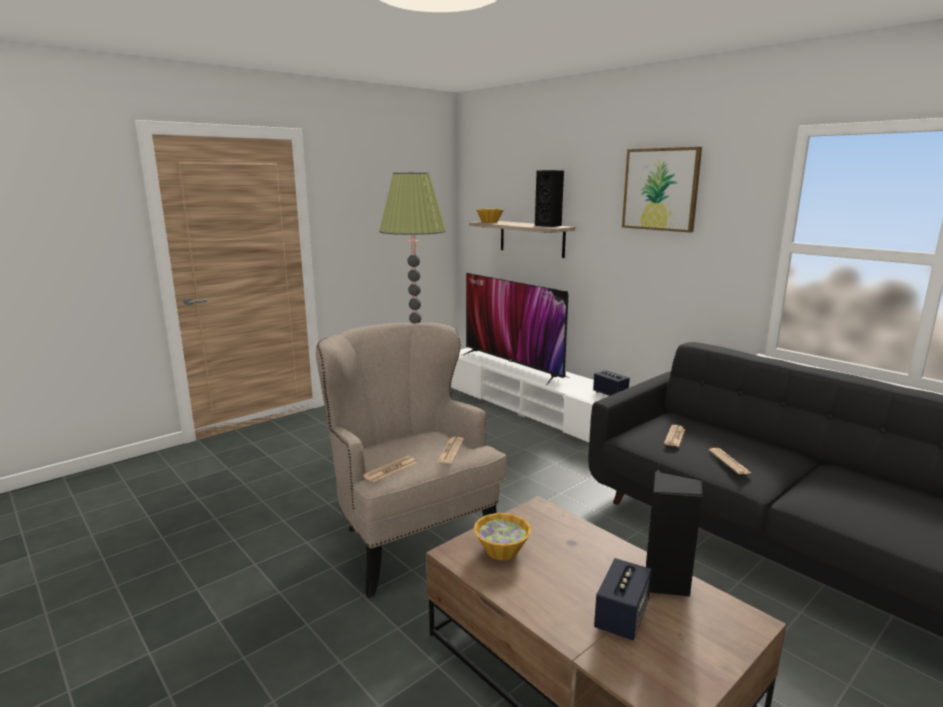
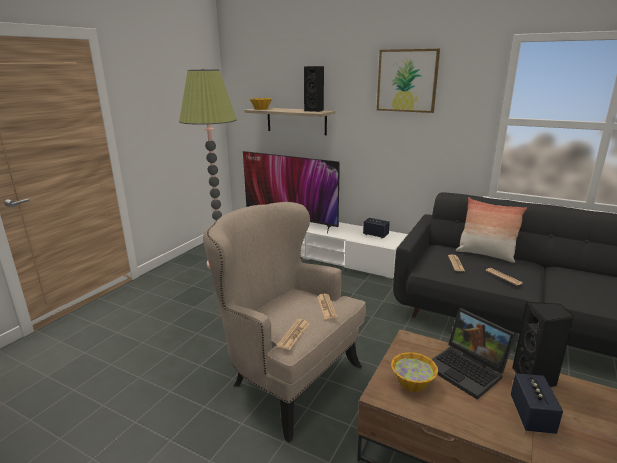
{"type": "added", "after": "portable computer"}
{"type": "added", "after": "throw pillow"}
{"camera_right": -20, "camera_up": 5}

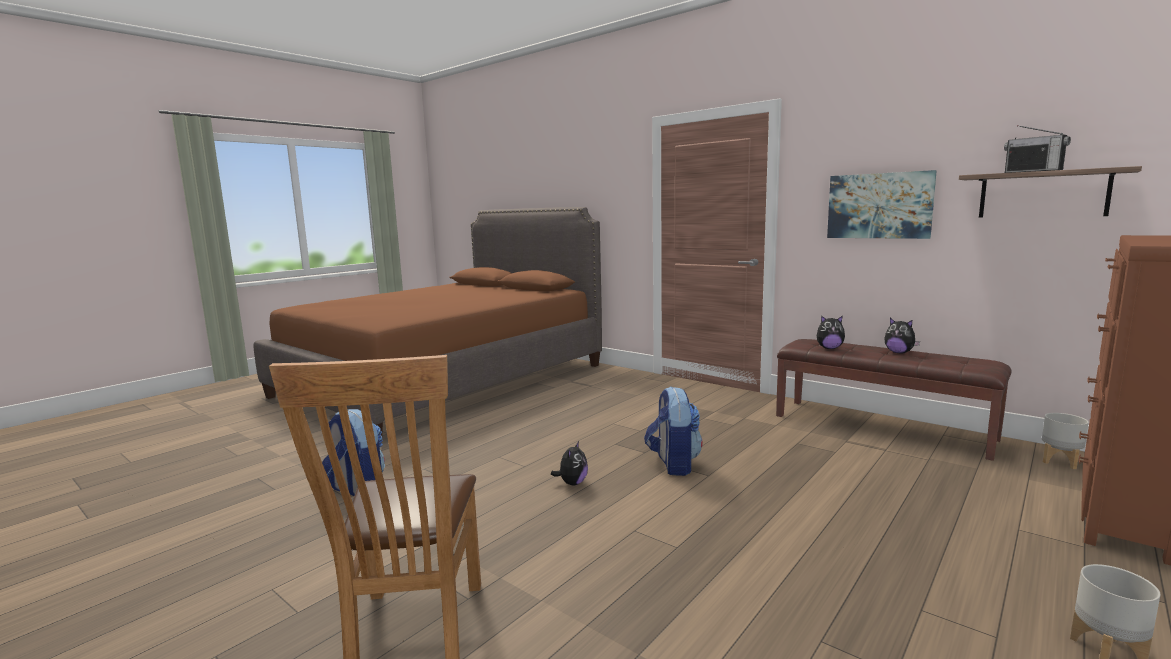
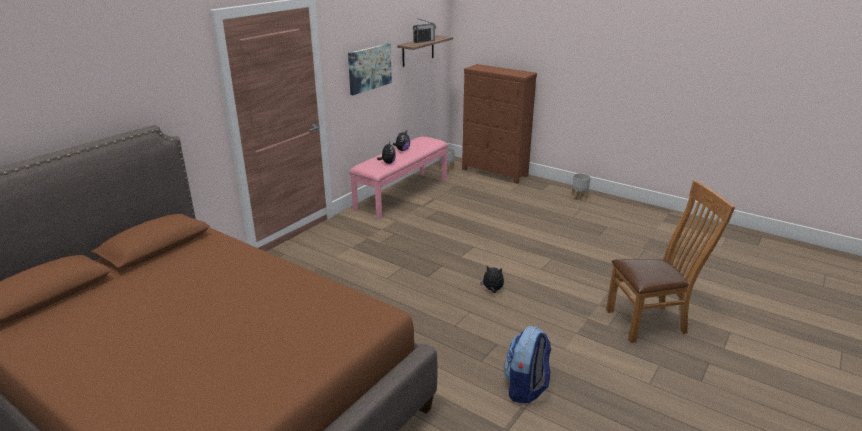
{"type": "recoloured", "before": "brownish indoor bench", "after": "pinkish indoor bench"}
{"type": "removed", "before": "rucksack (2nd from left)"}
{"camera_right": -95, "camera_up": 15}

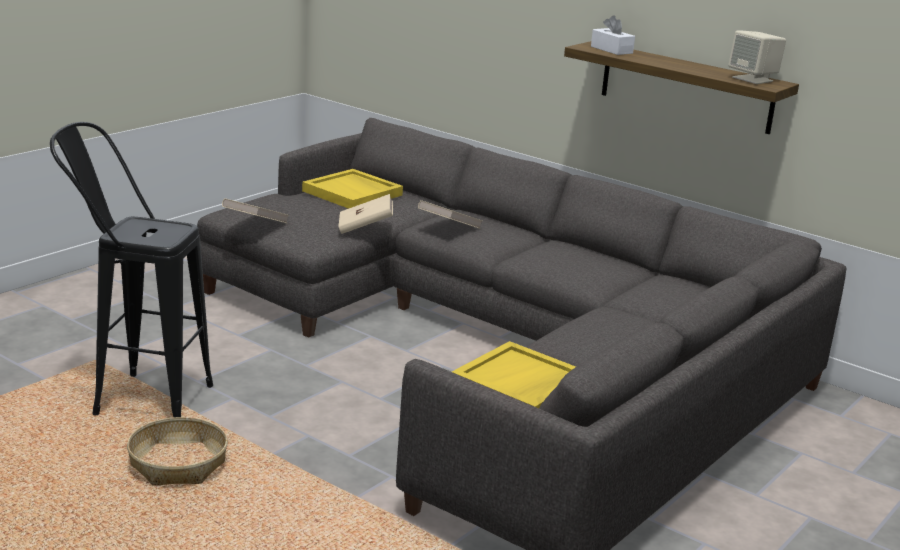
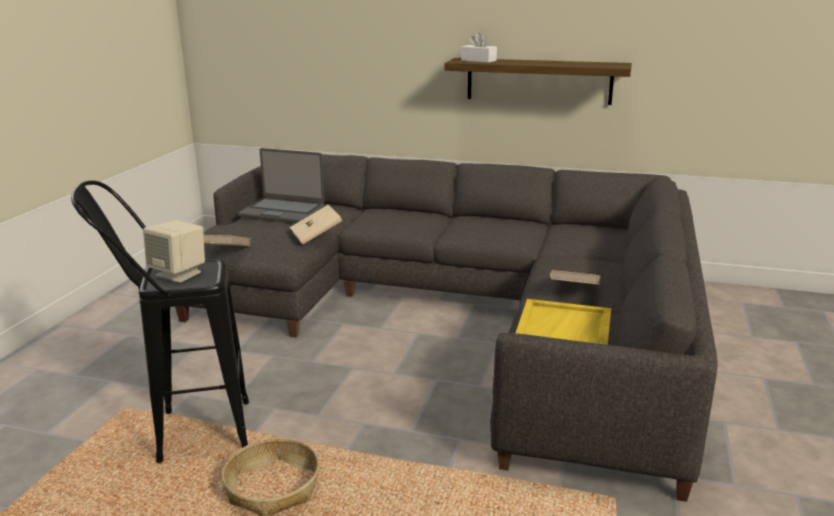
{"type": "moved", "before": "sand-coloured audio speaker"}
{"type": "replaced", "before": "yellowish carrying tray (1st from left)", "after": "portable computer"}
{"type": "moved", "before": "sand-coloured bound book (3rd from left)"}
{"camera_right": -20, "camera_up": 0}

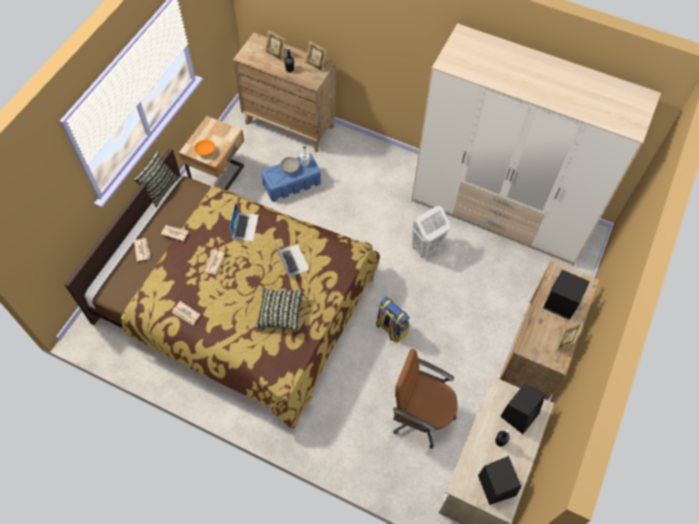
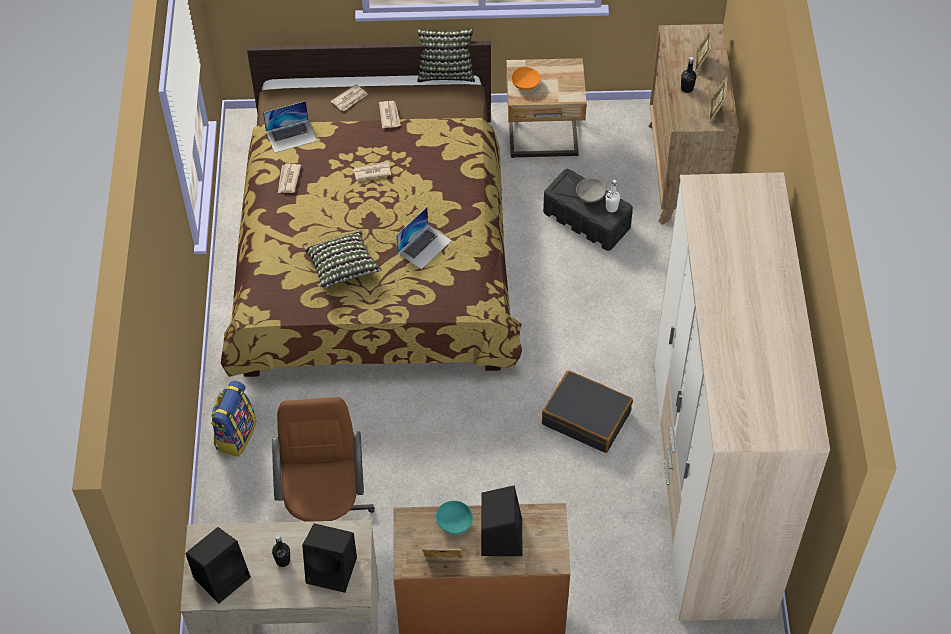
{"type": "moved", "before": "rucksack"}
{"type": "moved", "before": "portable computer (1st from left)"}
{"type": "added", "after": "turquoise-coloured bowl"}
{"type": "replaced", "before": "white-coloured hamper", "after": "blackish suitcase"}
{"type": "recoloured", "before": "blue-coloured storage container", "after": "blackish storage container"}
{"camera_right": 65, "camera_up": -5}

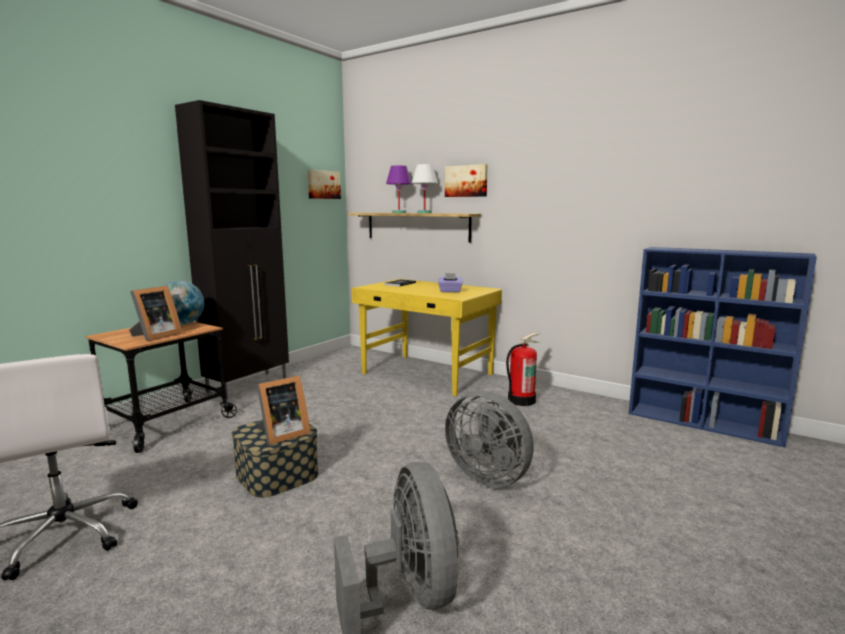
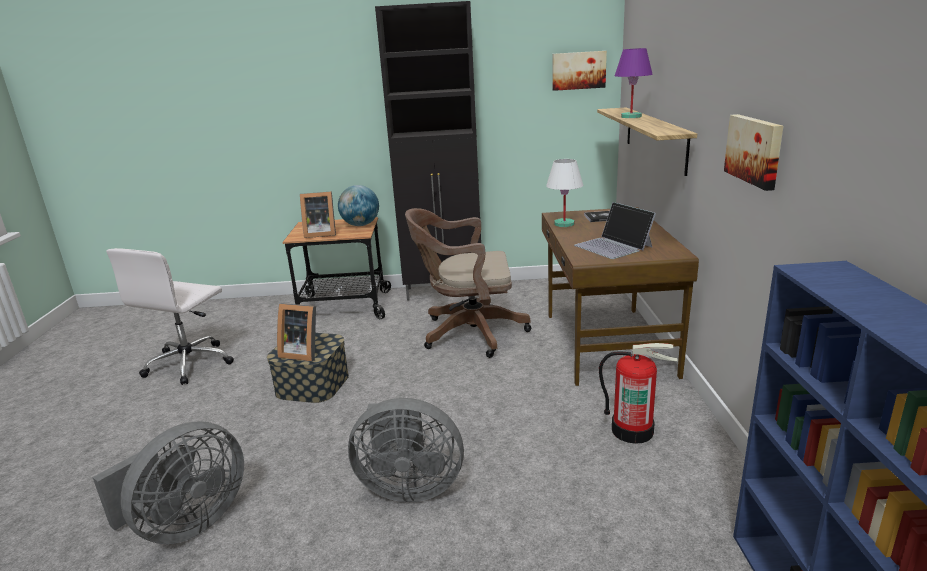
{"type": "turned", "before": "grey cooling fan (2nd from left)", "turn": -90}
{"type": "added", "after": "brownish computer chair"}
{"type": "recoloured", "before": "yellowish desk unit", "after": "brownish desk unit"}
{"type": "moved", "before": "white-coloured table lamp"}
{"type": "replaced", "before": "purple tissue holder", "after": "portable computer"}
{"type": "moved", "before": "wall art (2nd from left)"}
{"camera_right": 55, "camera_up": 10}

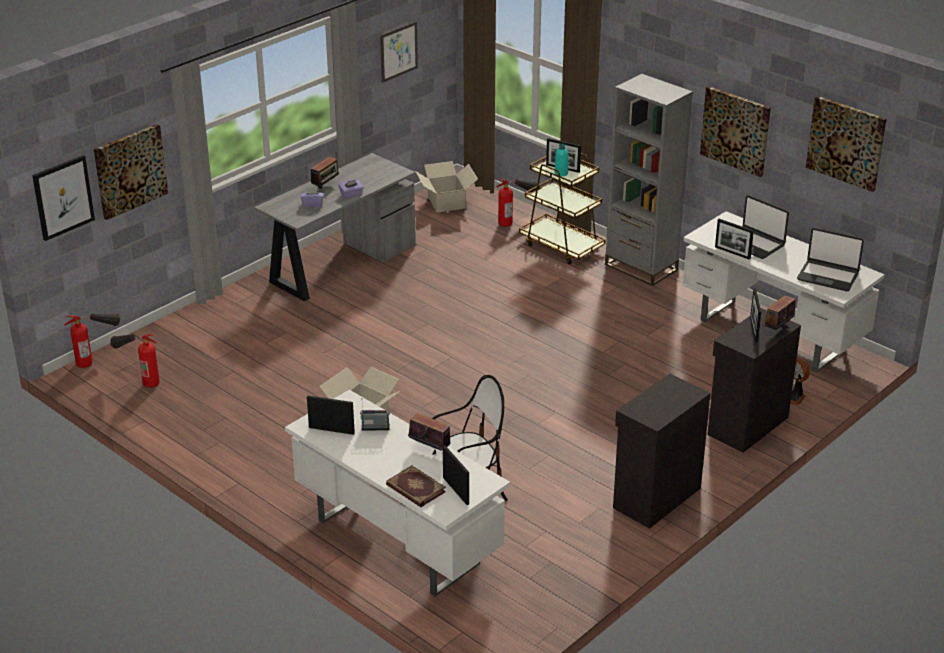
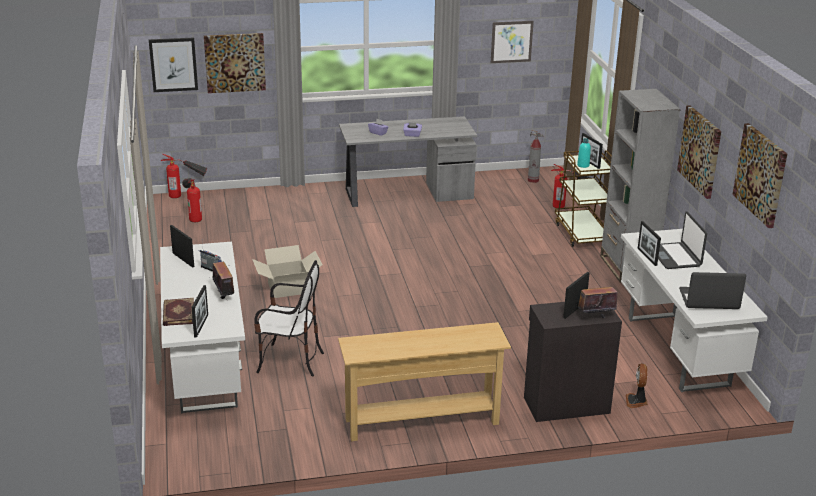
{"type": "replaced", "before": "blackish cupboard (1st from left)", "after": "sand-coloured console table"}
{"type": "replaced", "before": "cardboard box (2nd from left)", "after": "fire extinguisher (3rd from left)"}
{"type": "turned", "before": "portable computer (2nd from left)", "turn": 120}
{"type": "removed", "before": "radio set (1st from left)"}
{"camera_right": 35, "camera_up": -5}

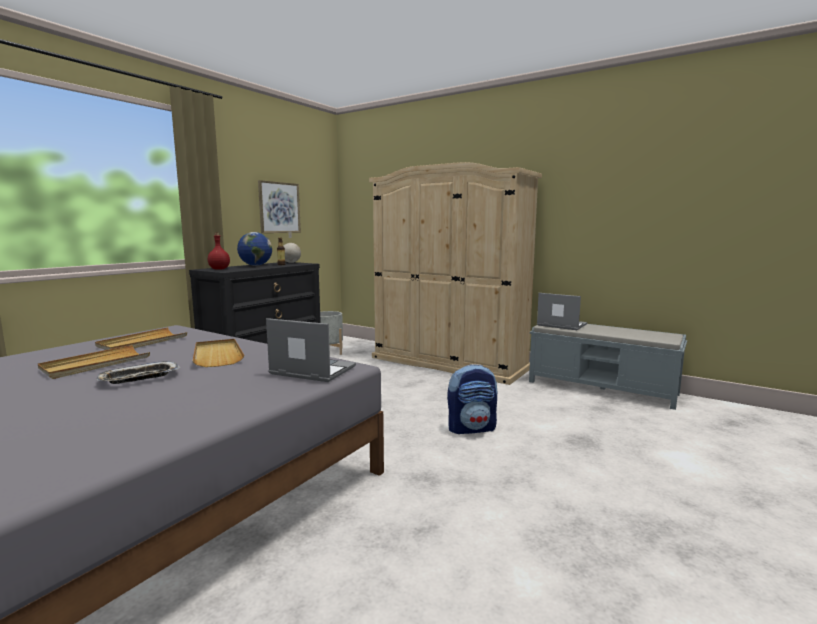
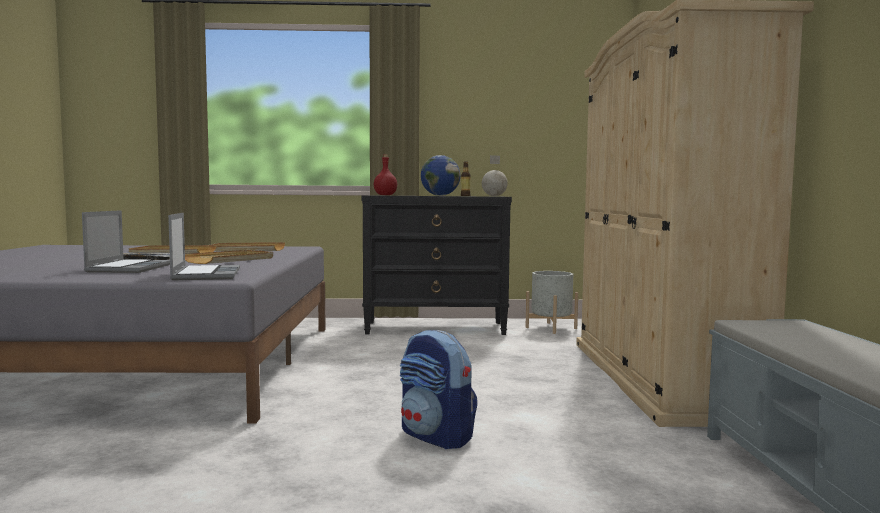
{"type": "moved", "before": "portable computer (2nd from left in the first image)", "after": "portable computer (1st from left)"}
{"type": "removed", "before": "wall art"}
{"camera_right": 55, "camera_up": -5}

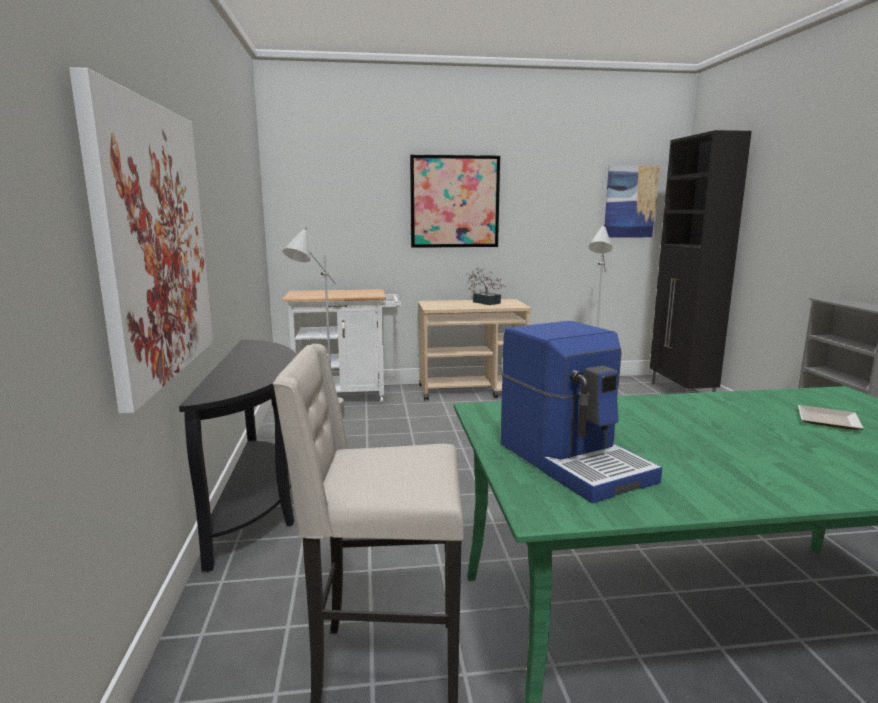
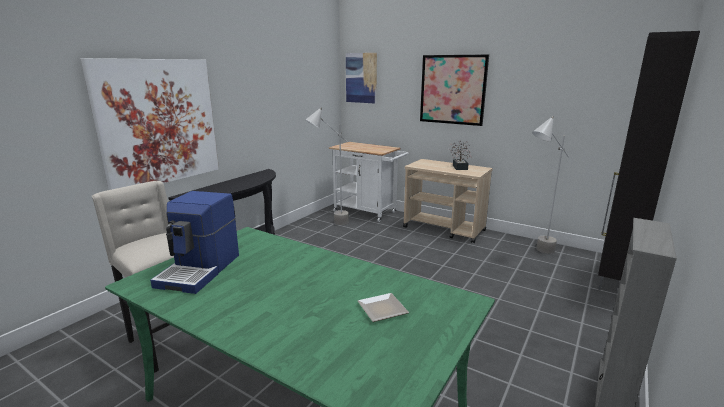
{"type": "moved", "before": "wall art (3rd from left in the first image)", "after": "wall art (2nd from left)"}
{"camera_right": 40, "camera_up": 5}

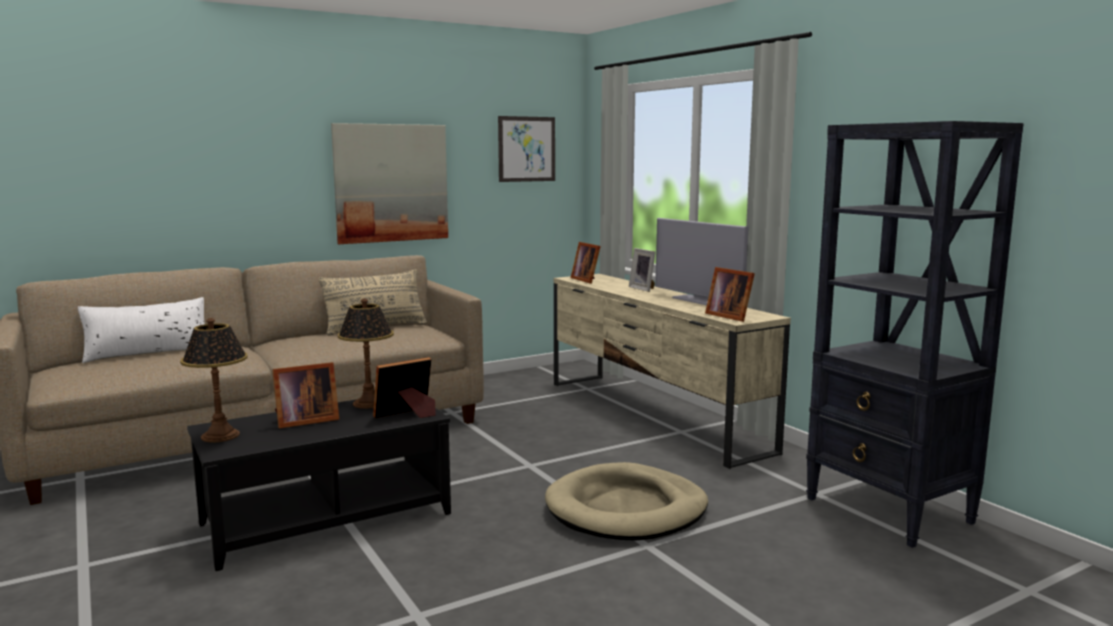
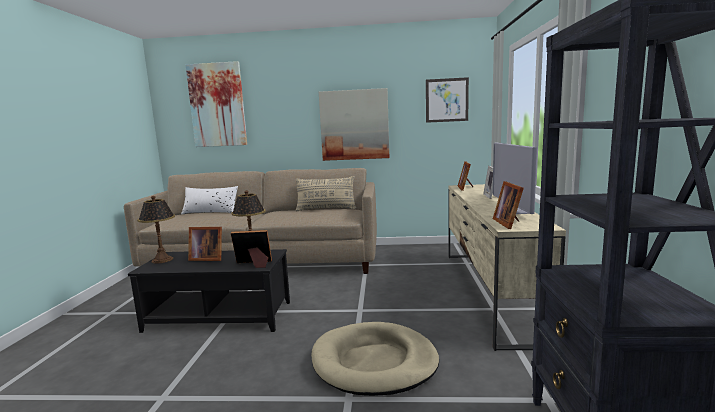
{"type": "added", "after": "wall art (1st from left)"}
{"camera_right": 35, "camera_up": 0}

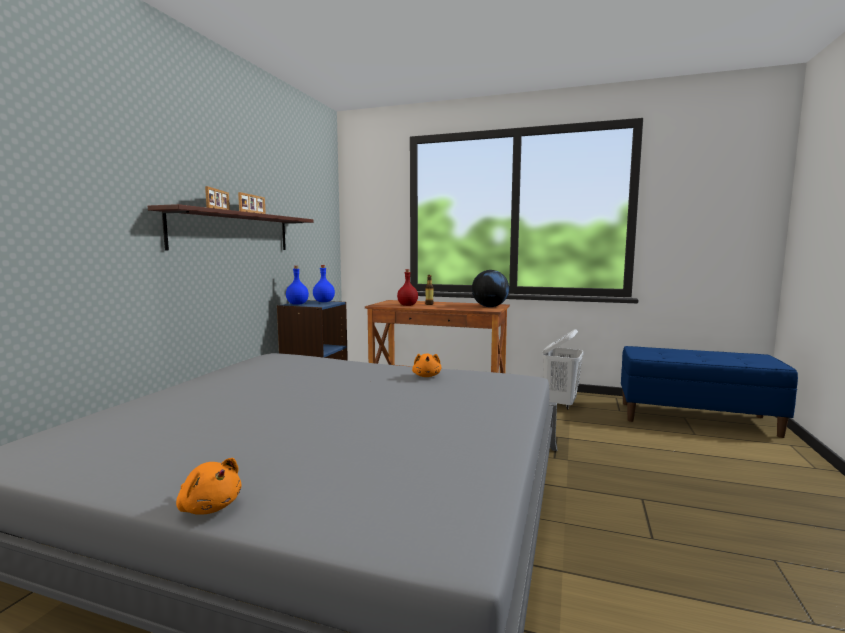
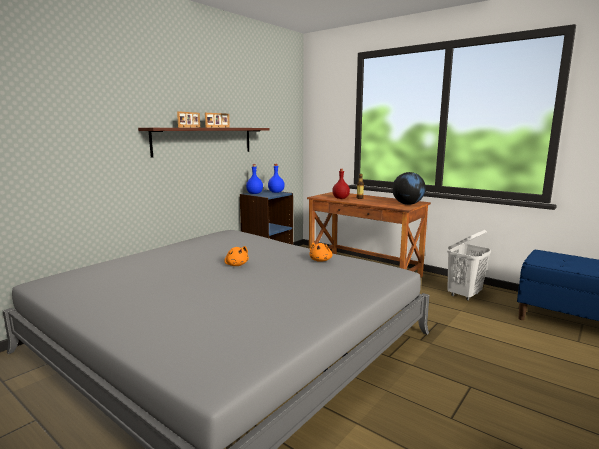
{"type": "moved", "before": "orange-coloured plush toy (1st from left)"}
{"camera_right": 20, "camera_up": 5}

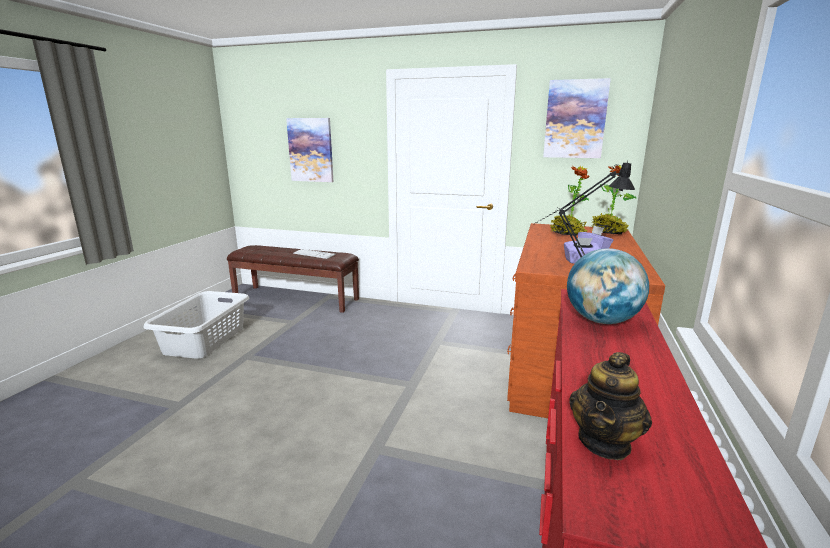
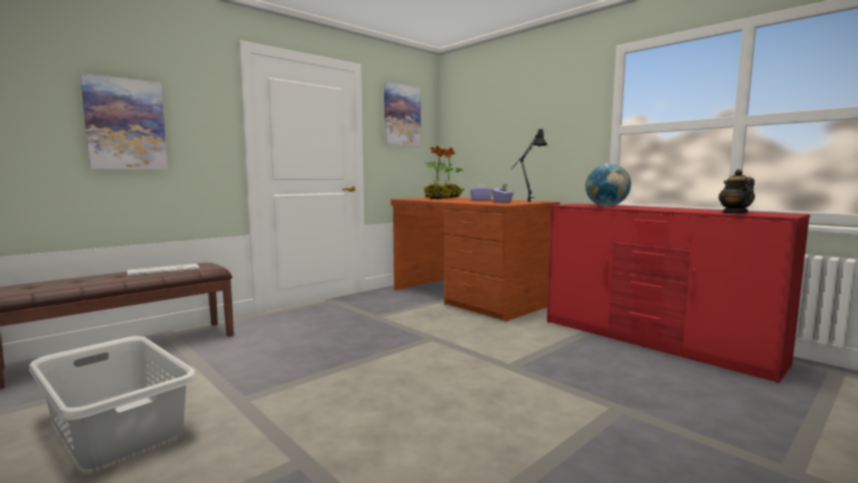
{"type": "turned", "before": "pot for tea", "turn": -150}
{"camera_right": -60, "camera_up": -10}

